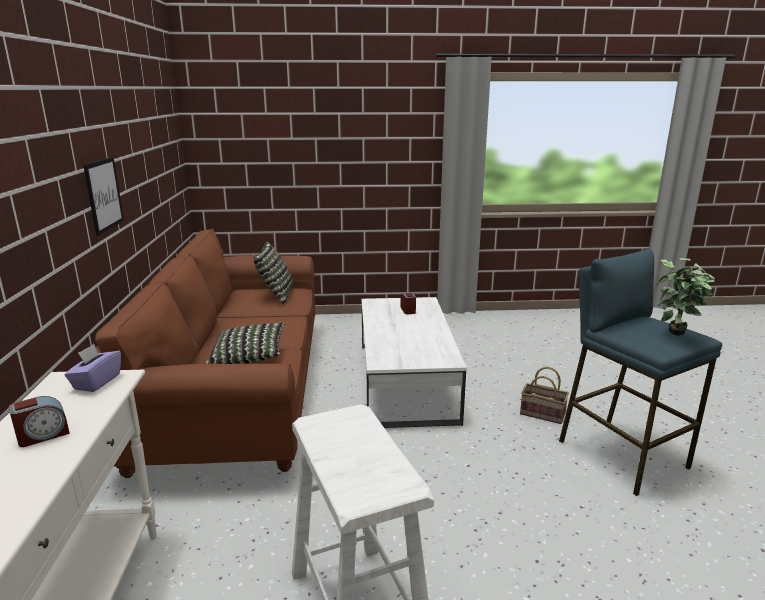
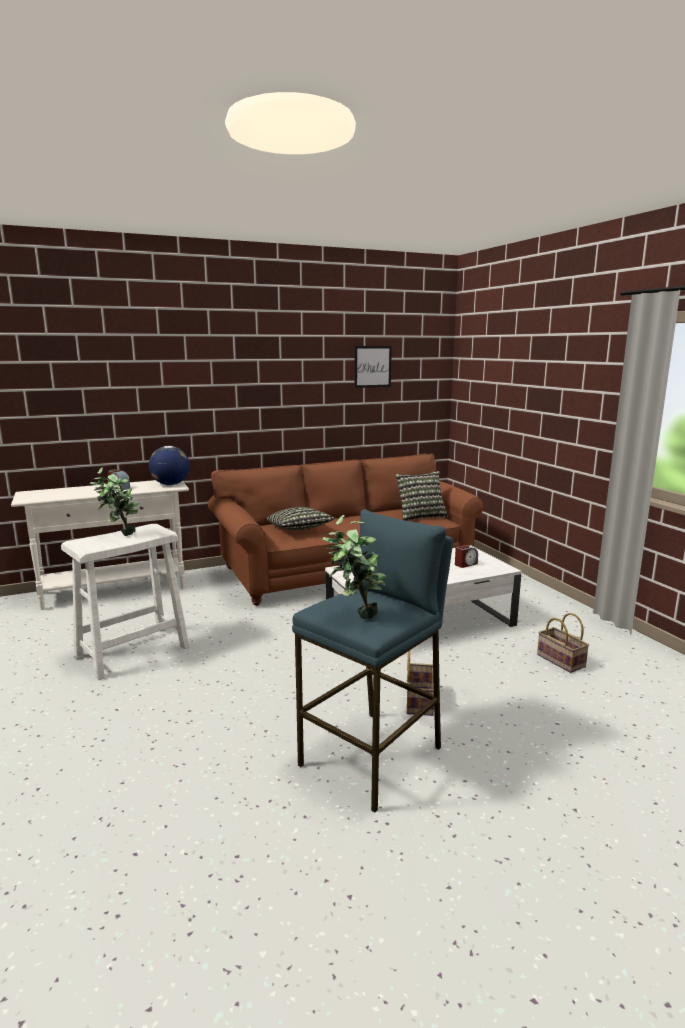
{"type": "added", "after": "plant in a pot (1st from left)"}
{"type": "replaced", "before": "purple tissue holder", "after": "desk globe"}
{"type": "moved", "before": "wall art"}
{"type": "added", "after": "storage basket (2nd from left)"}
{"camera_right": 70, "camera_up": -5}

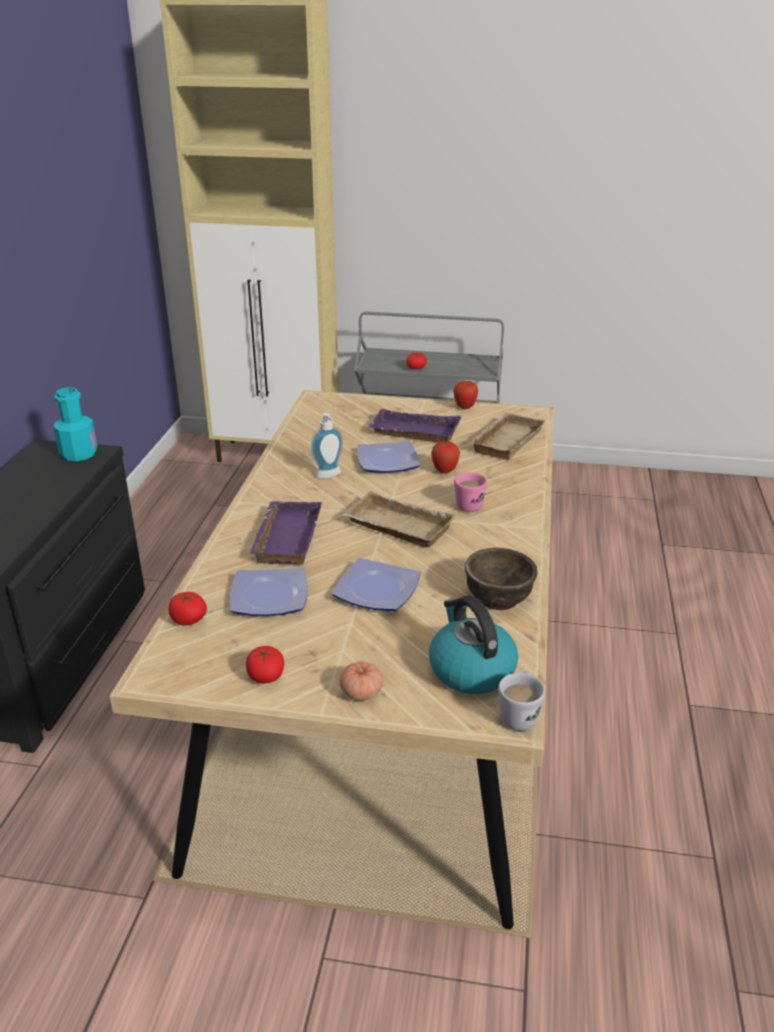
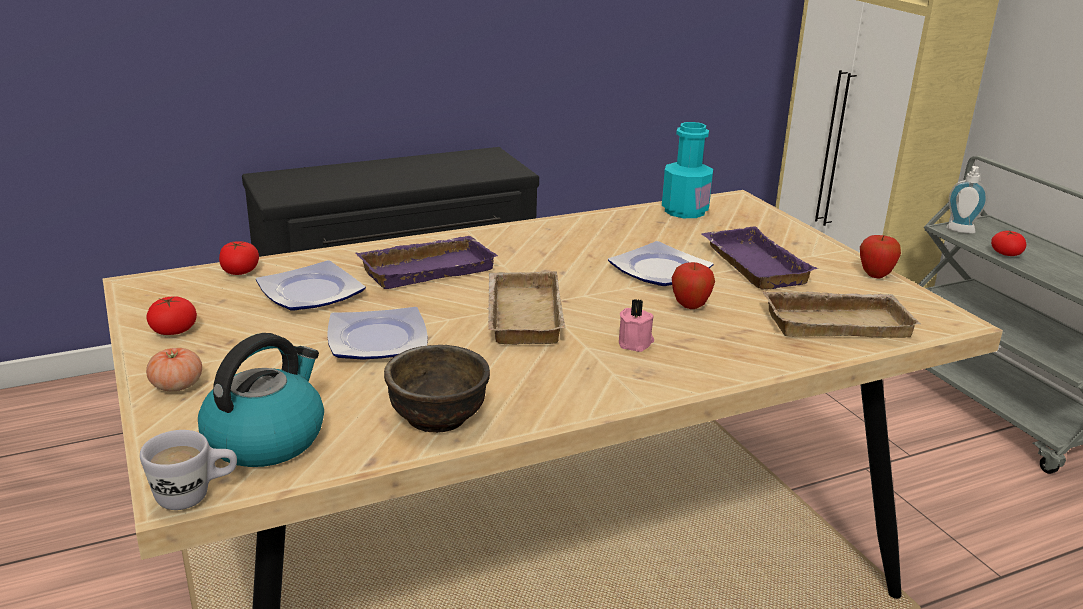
{"type": "replaced", "before": "pinkish tea mug", "after": "pinkish candle"}
{"type": "moved", "before": "turquoise-coloured drink bottle"}
{"type": "moved", "before": "liquid soap bottle"}
{"camera_right": 55, "camera_up": -5}

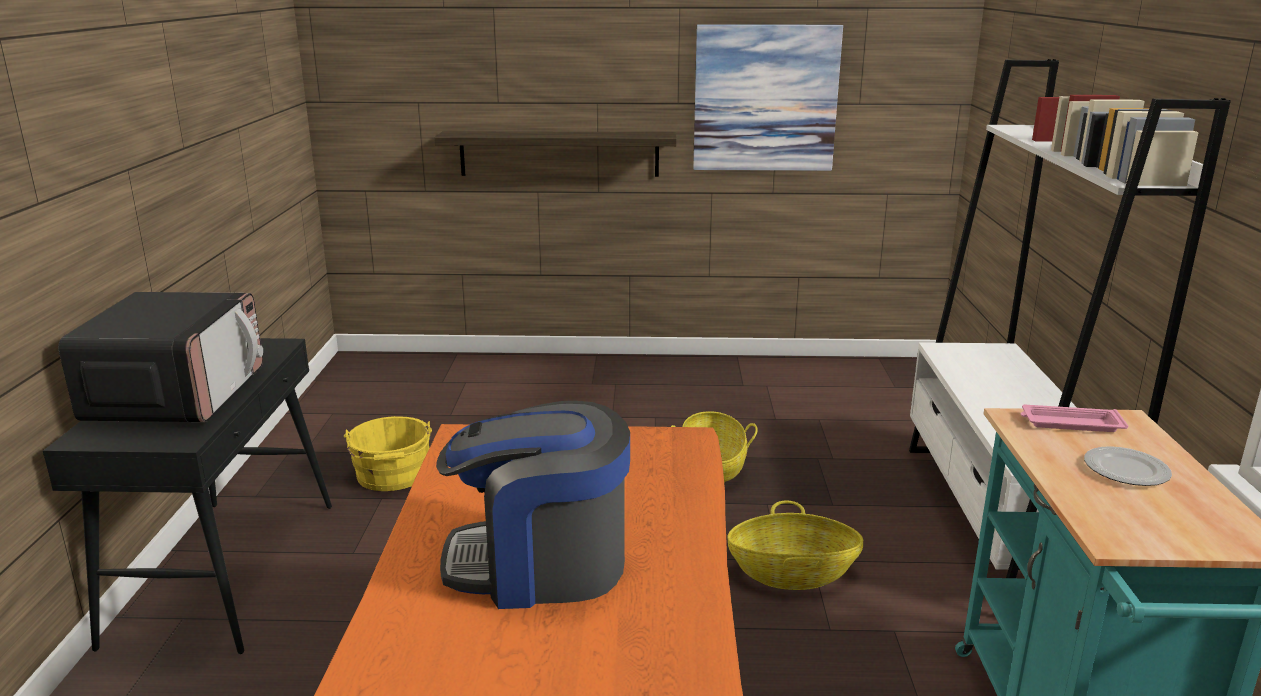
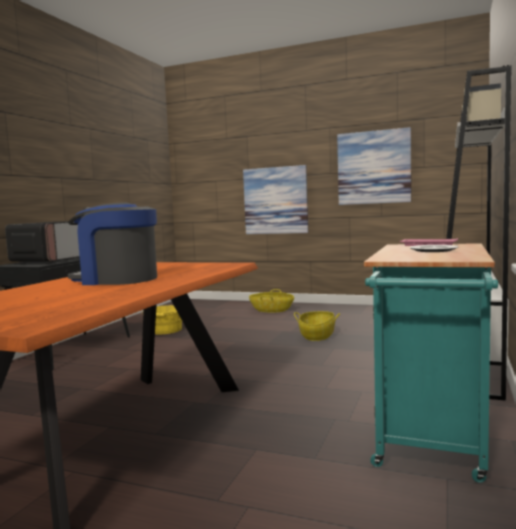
{"type": "replaced", "before": "bracket shelf", "after": "wall art (1st from left)"}
{"type": "moved", "before": "storage basket (2nd from left in the first image)", "after": "storage basket (1st from left)"}
{"camera_right": 20, "camera_up": -15}

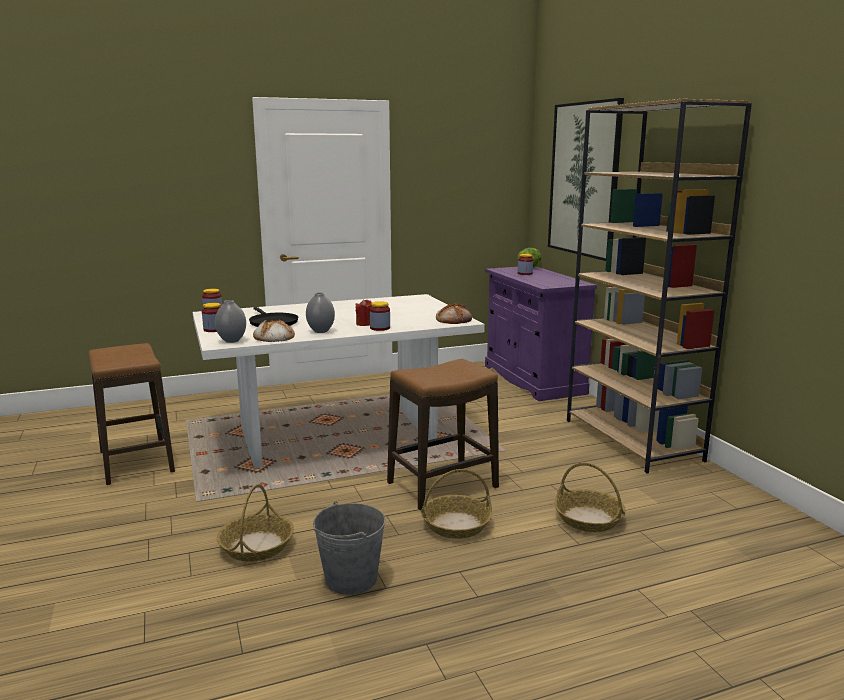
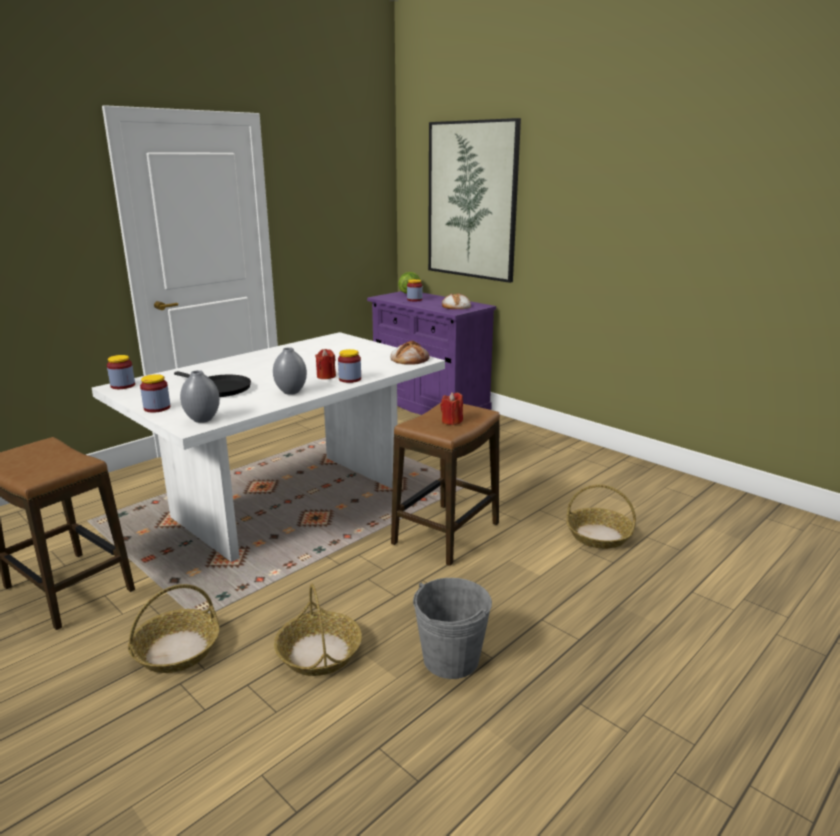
{"type": "moved", "before": "storage basket (2nd from left in the first image)", "after": "storage basket (1st from left)"}
{"type": "added", "after": "reddish candle (2nd from left)"}
{"type": "moved", "before": "baked bread (1st from left in the first image)", "after": "baked bread (2nd from left)"}
{"type": "removed", "before": "brownish shelving unit"}
{"camera_right": -25, "camera_up": 5}

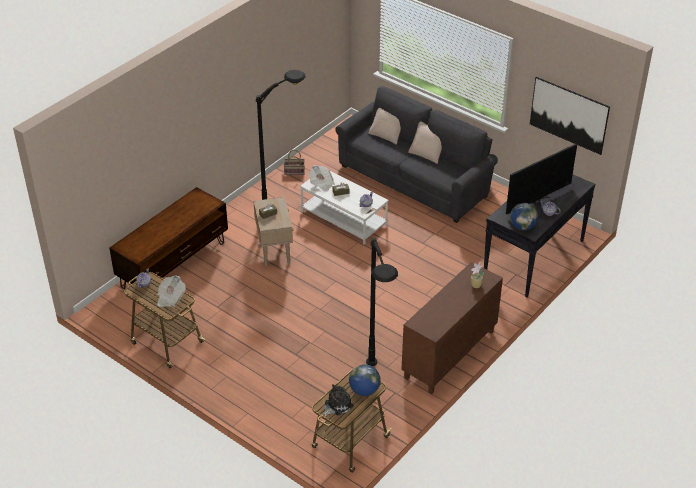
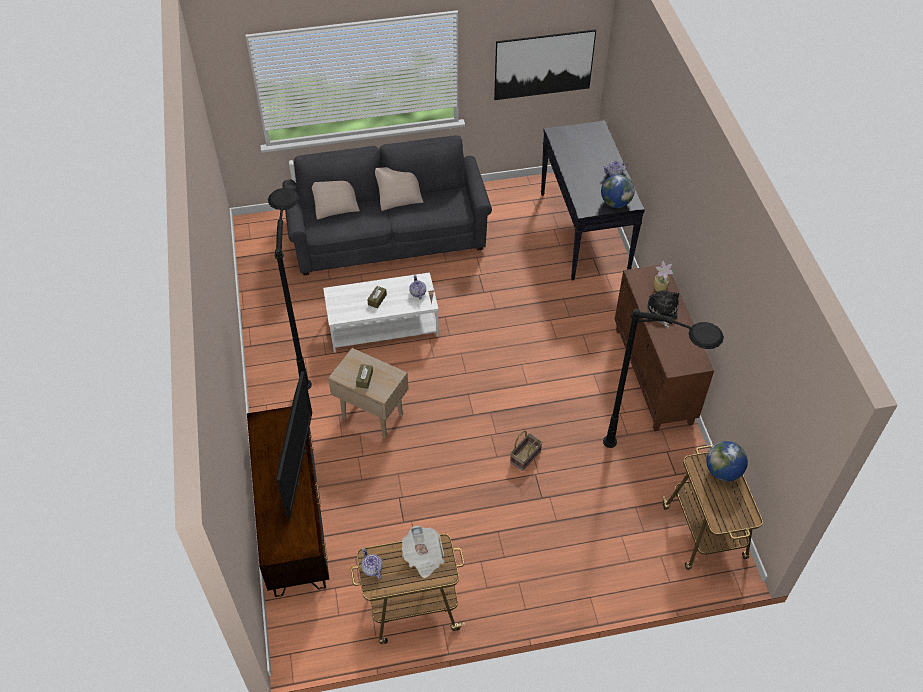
{"type": "moved", "before": "TV"}
{"type": "moved", "before": "storage basket"}
{"type": "moved", "before": "plush toy"}
{"type": "removed", "before": "newspaper (2nd from left)"}
{"camera_right": -50, "camera_up": 10}

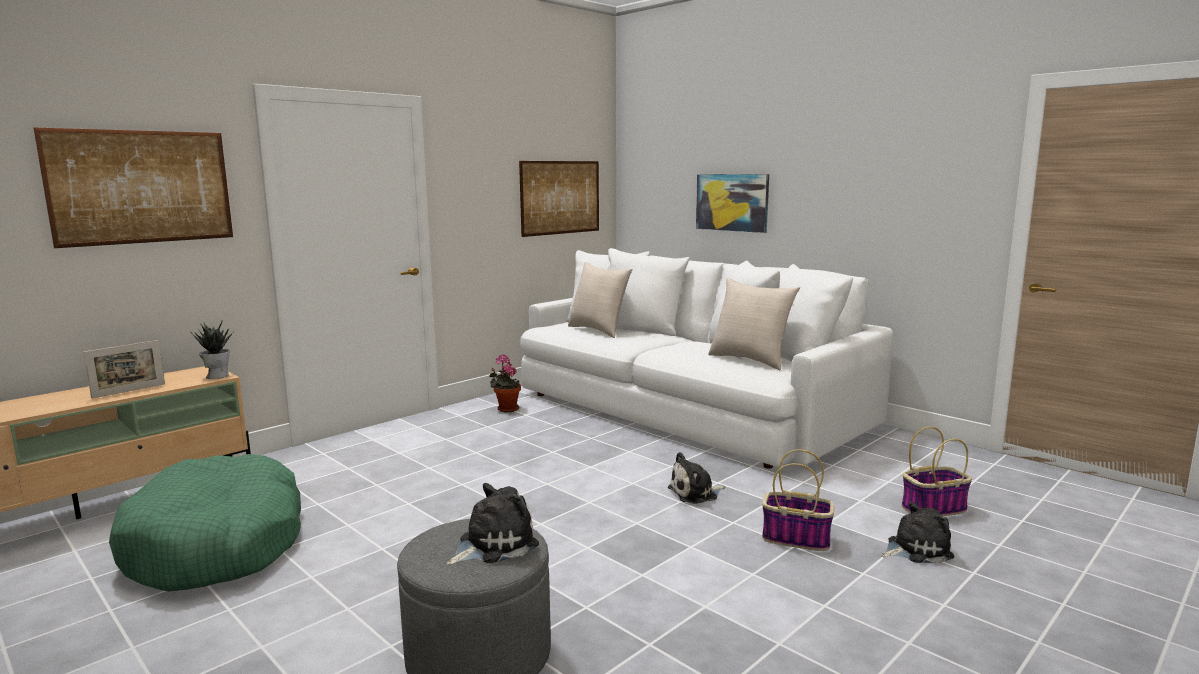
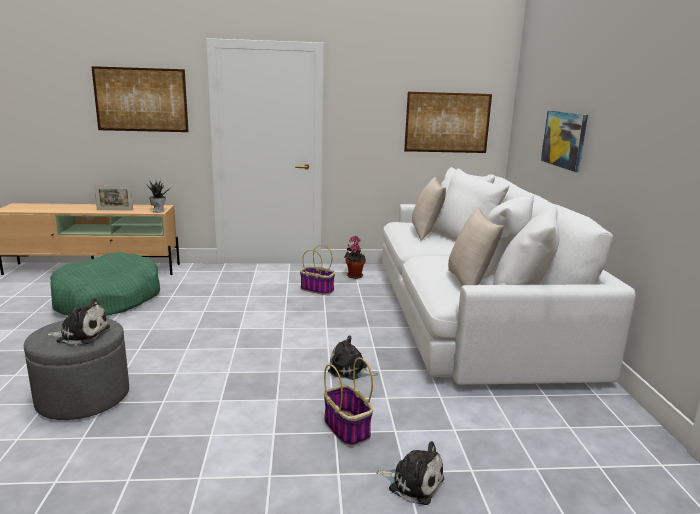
{"type": "moved", "before": "storage basket (2nd from left in the first image)", "after": "storage basket (1st from left)"}
{"camera_right": 40, "camera_up": 5}

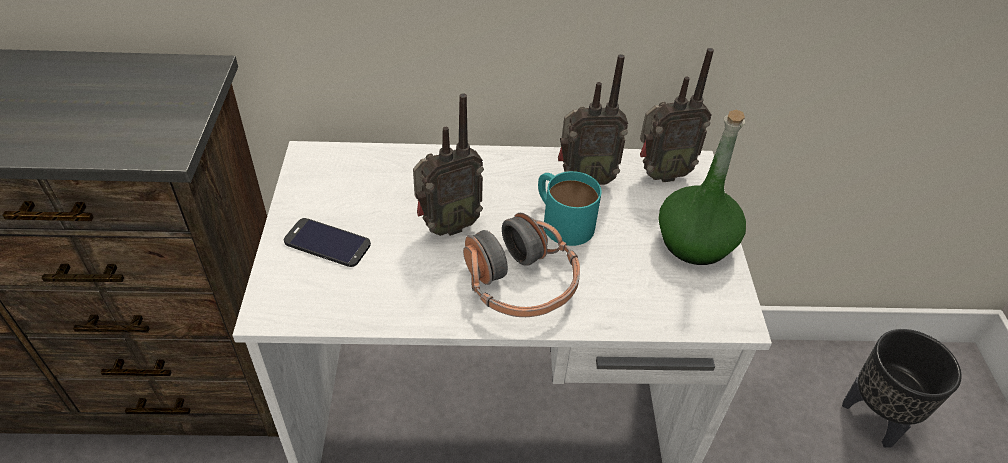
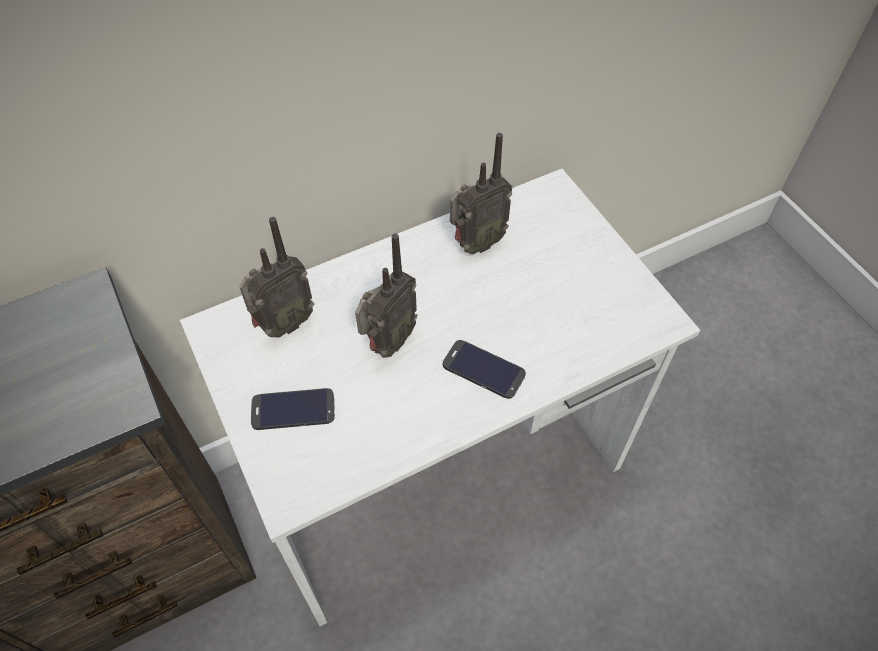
{"type": "moved", "before": "radio set (3rd from left in the first image)", "after": "radio set (1st from left)"}
{"type": "replaced", "before": "pair of headphones", "after": "telephone (2nd from left)"}
{"type": "removed", "before": "turquoise-coloured tea mug"}
{"type": "removed", "before": "greenish drink bottle"}
{"type": "removed", "before": "blackish planter"}
{"camera_right": -25, "camera_up": 10}

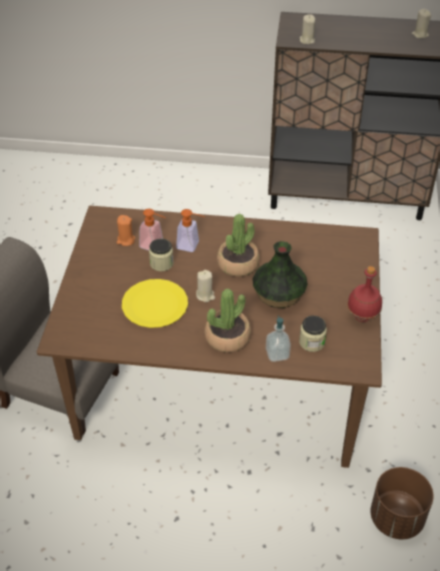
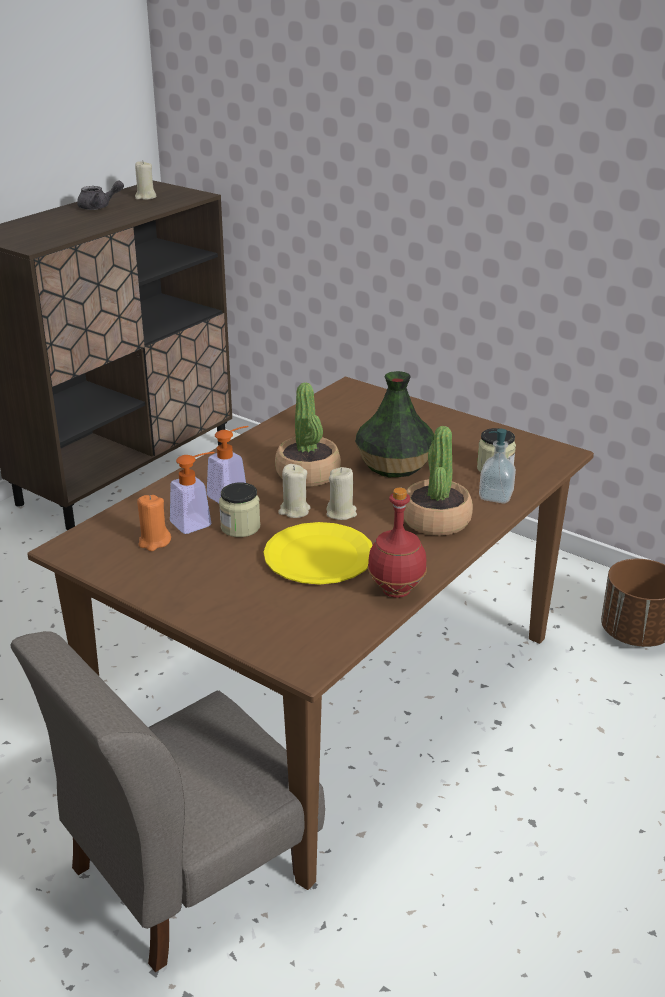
{"type": "added", "after": "grey pot for tea"}
{"type": "moved", "before": "sand-coloured candle (2nd from left)"}
{"type": "moved", "before": "reddish drink bottle"}
{"camera_right": -60, "camera_up": -15}

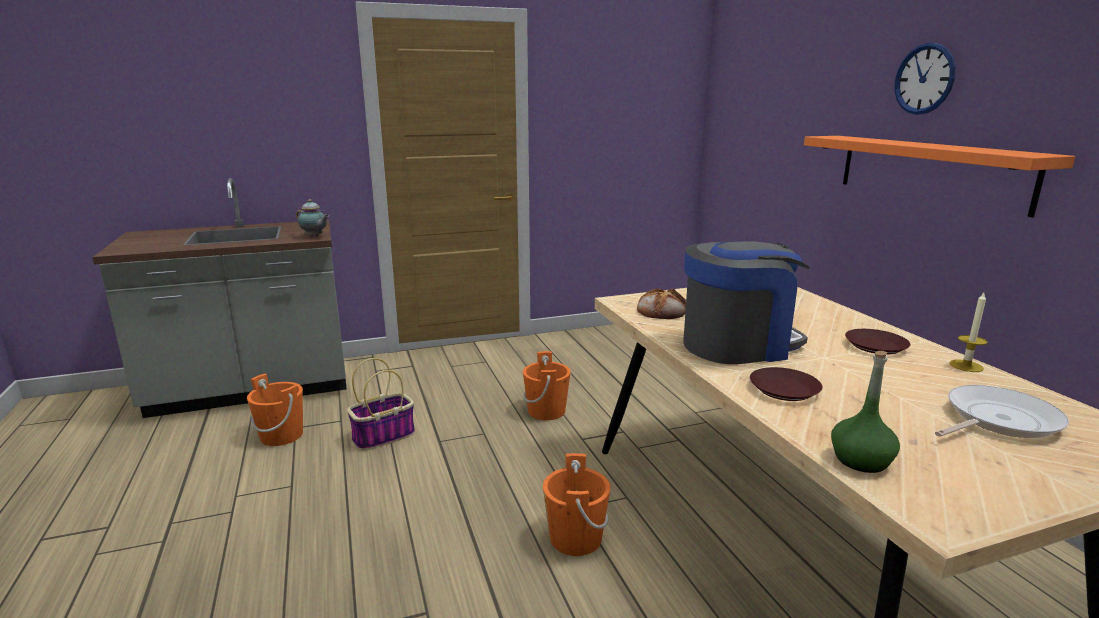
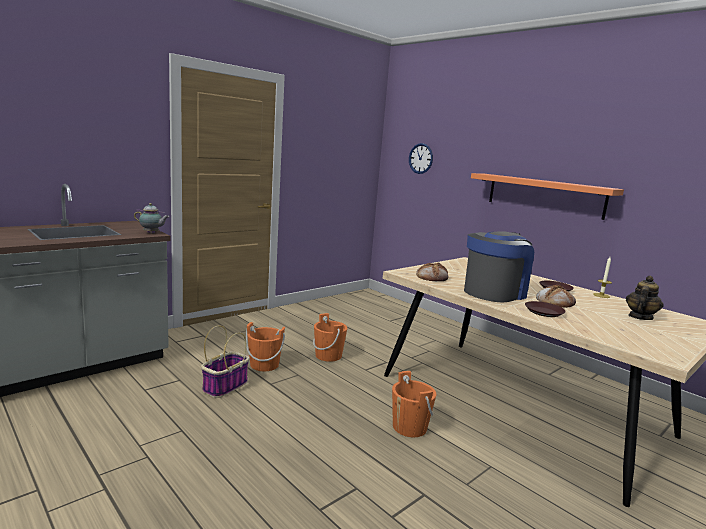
{"type": "moved", "before": "orange-coloured bucket (1st from left)"}
{"type": "moved", "before": "hanging clock"}
{"type": "added", "after": "baked bread (2nd from left)"}
{"type": "replaced", "before": "frying pan", "after": "pot for tea (2nd from left)"}
{"type": "removed", "before": "greenish drink bottle"}
{"camera_right": -25, "camera_up": -5}

